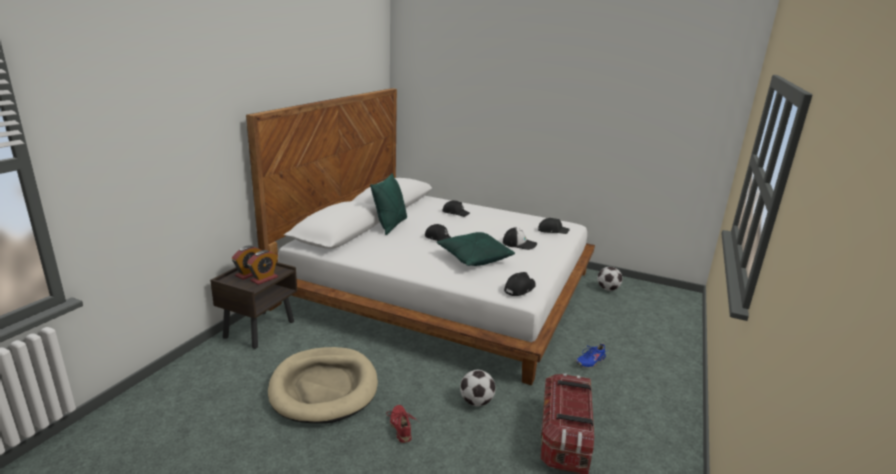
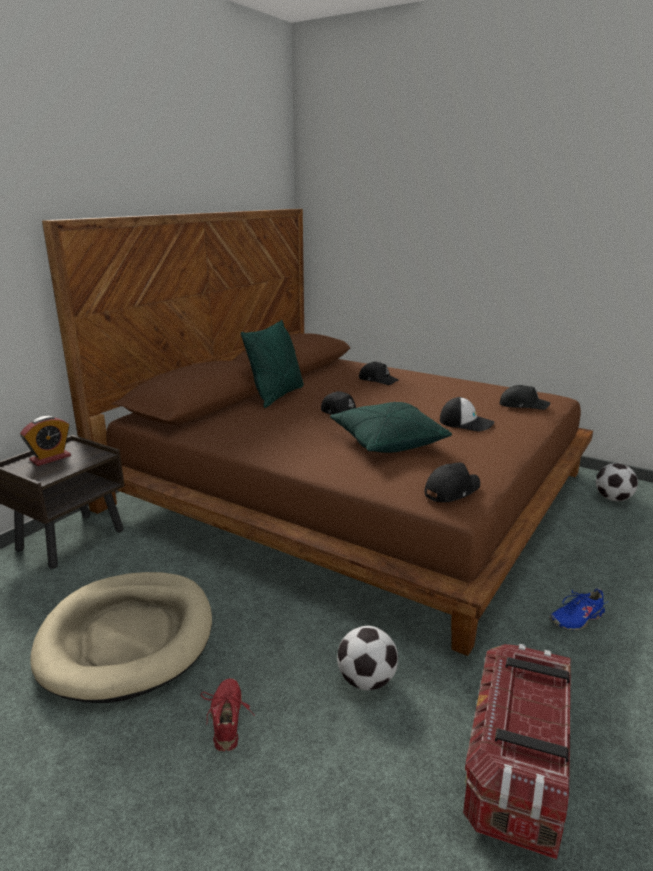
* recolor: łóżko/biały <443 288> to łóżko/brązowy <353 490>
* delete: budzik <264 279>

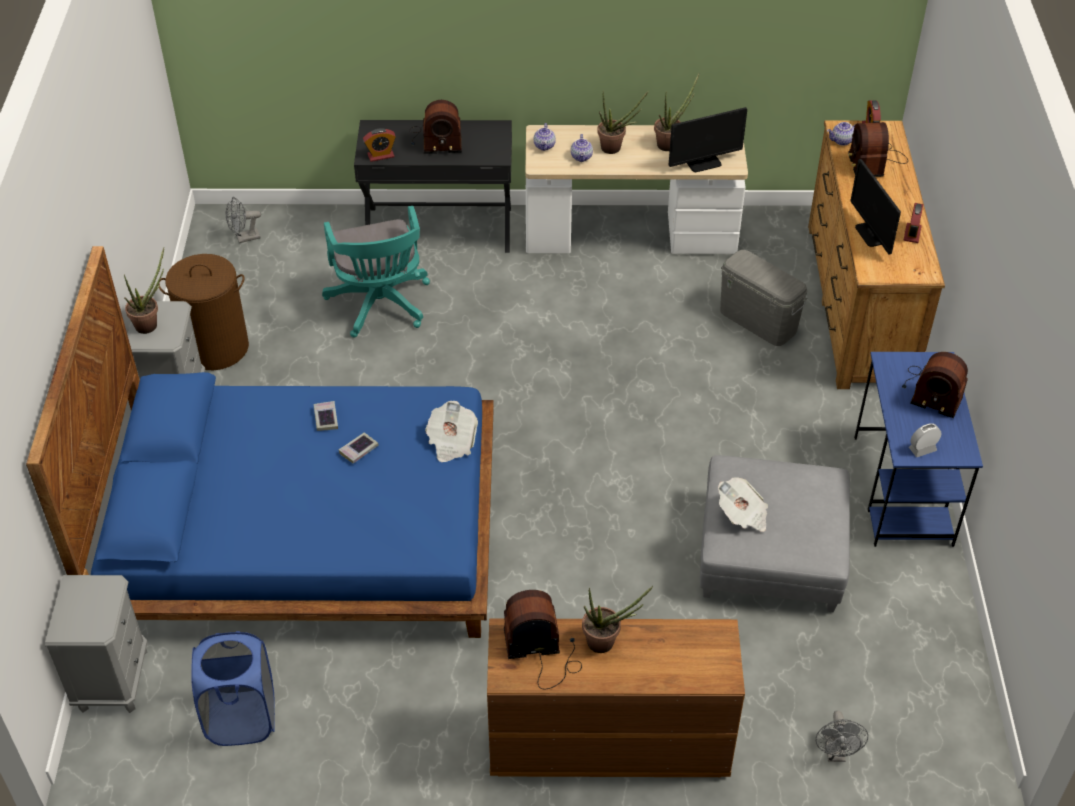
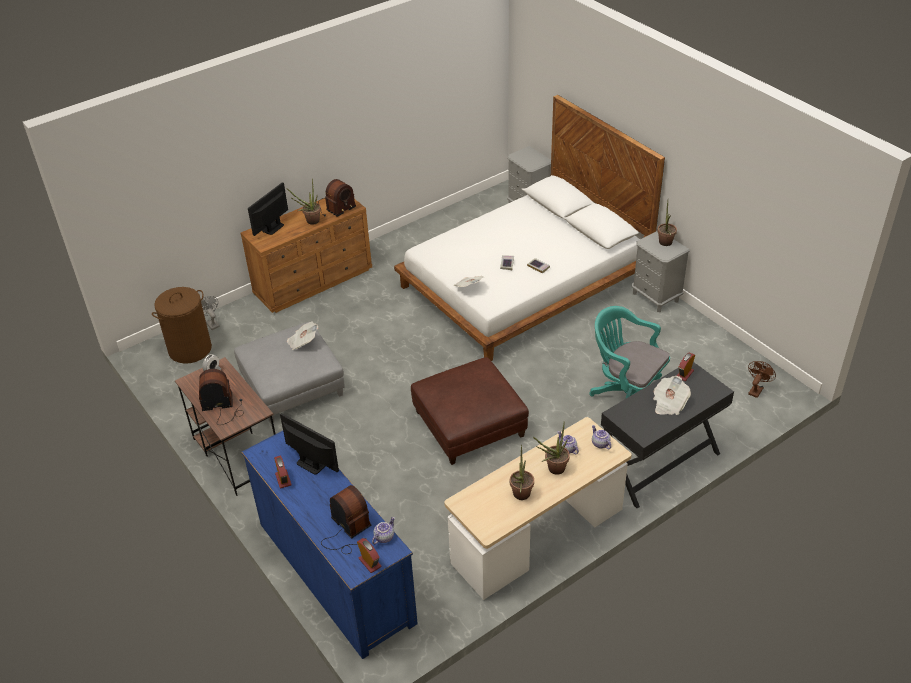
* replace: radio <435 140> to gazeta <669 403>
* move: monitor <703 163> to <273 228>
* recolor: komoda/brązowy <859 304> to komoda/niebieski <335 572>
* recolor: wentylator/szary <244 238> to wentylator/brązowy <756 389>
* recolor: łóżko/niebieski <304 529> to łóżko/biały <523 283>
* delete: pojemnik do przechowywania/szary <758 320>
* move: kosz na pranie/brązowy <215 348> to <190 349>
* recolor: biurko/niebieski <903 491> to biurko/brązowy <237 454>
* delete: kosz na pranie/niebieski <241 718>
* insert: pufa/brązowy <469 424>

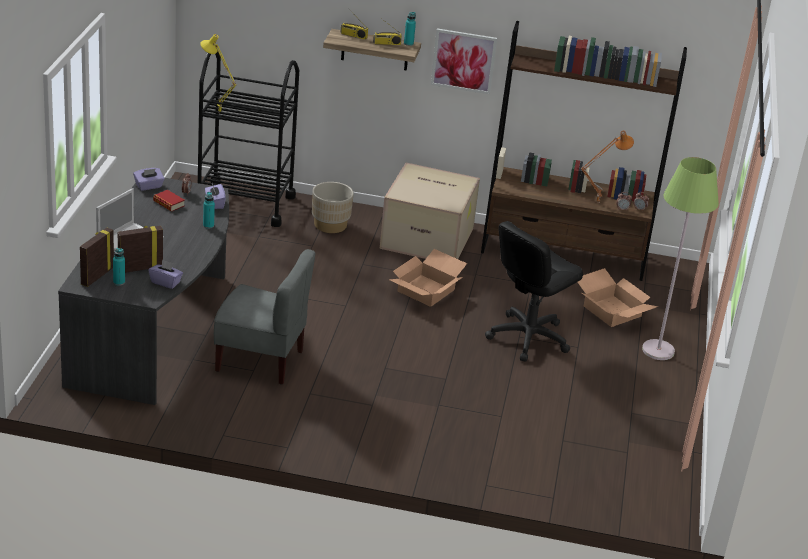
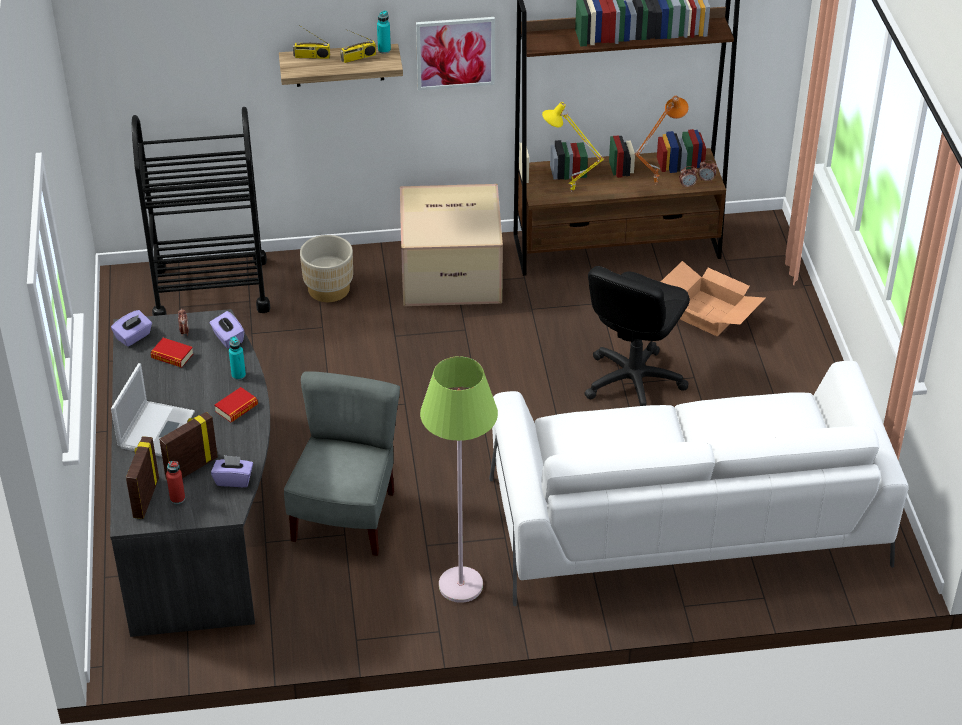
* move: lampa stołowa/żółty <218 113> to <570 192>
* move: lampa stojąca/zielony <658 350> to <460 585>
* recolor: butelka/turkusowy <119 282> to butelka/czerwony <177 498>
* rotate: krzesło/szary <260 360> = <346 517> 75 degrees counterclockwise
* delete: karton <425 290>
* insert: kanapa/biały <686 521>
* insert: książka <236 408>

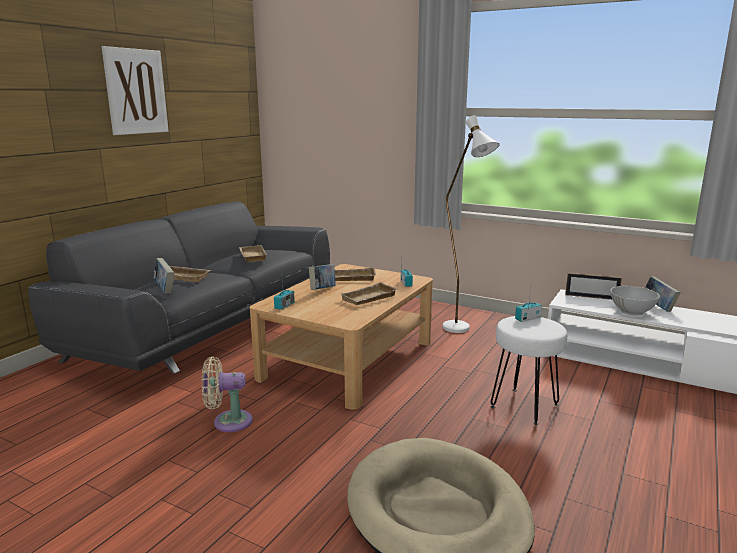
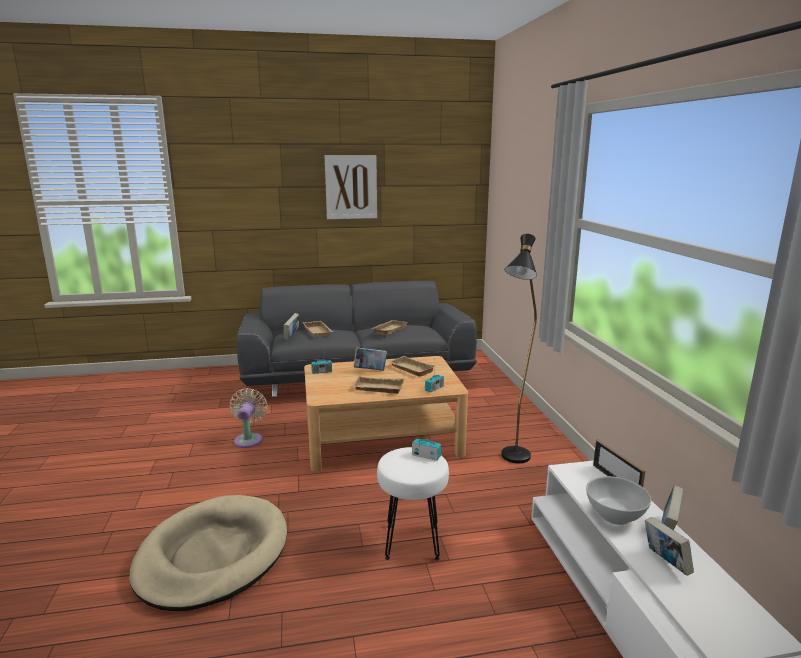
* recolor: lampa stojąca/biały <462 331> to lampa stojąca/czarny <513 461>
* rotate: wentylator/beżowy <228 422> = <249 439> 45 degrees clockwise
* insert: książka <665 563>

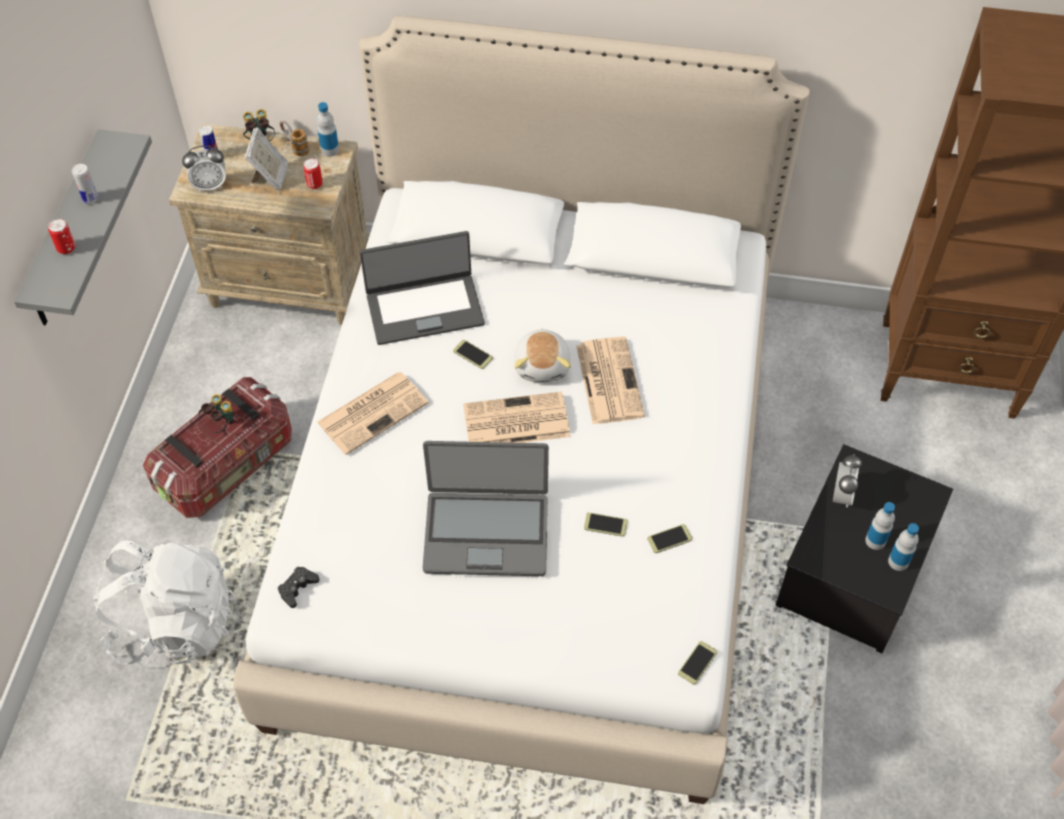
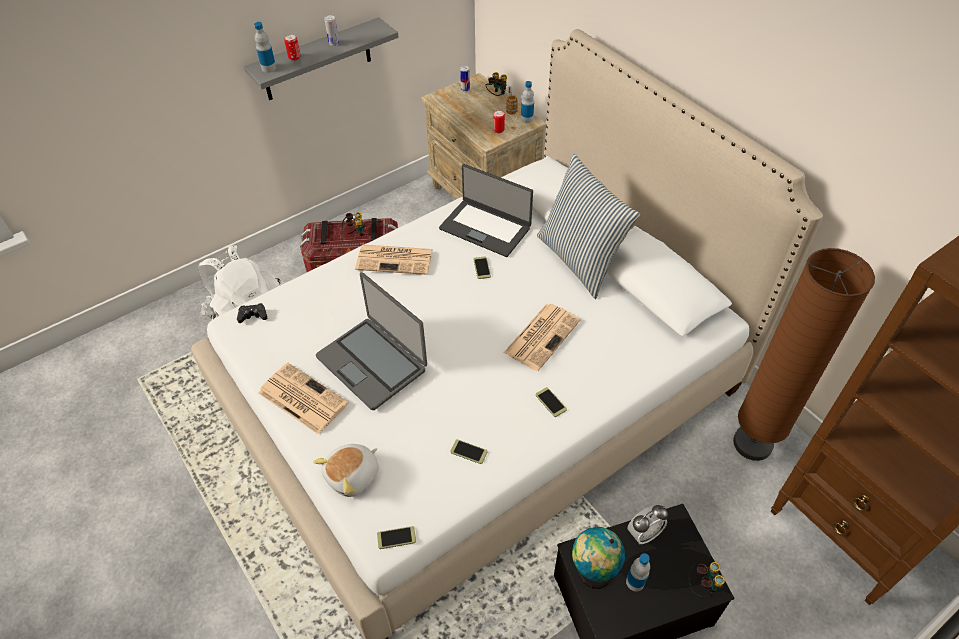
* delete: ramka na zdjęcie <270 177>
* delete: budzik <210 185>
* move: pluszak <543 365> to <353 476>
* move: gazeta <514 422> to <301 398>
* move: telefon <605 525> to <551 402>
* move: butelka <898 561> to <269 68>
* insert: poduszka <580 260>
* insert: lampa stojąca/brązowy <752 444>
* insert: globus <592 573>
* insert: lornetka <702 586>

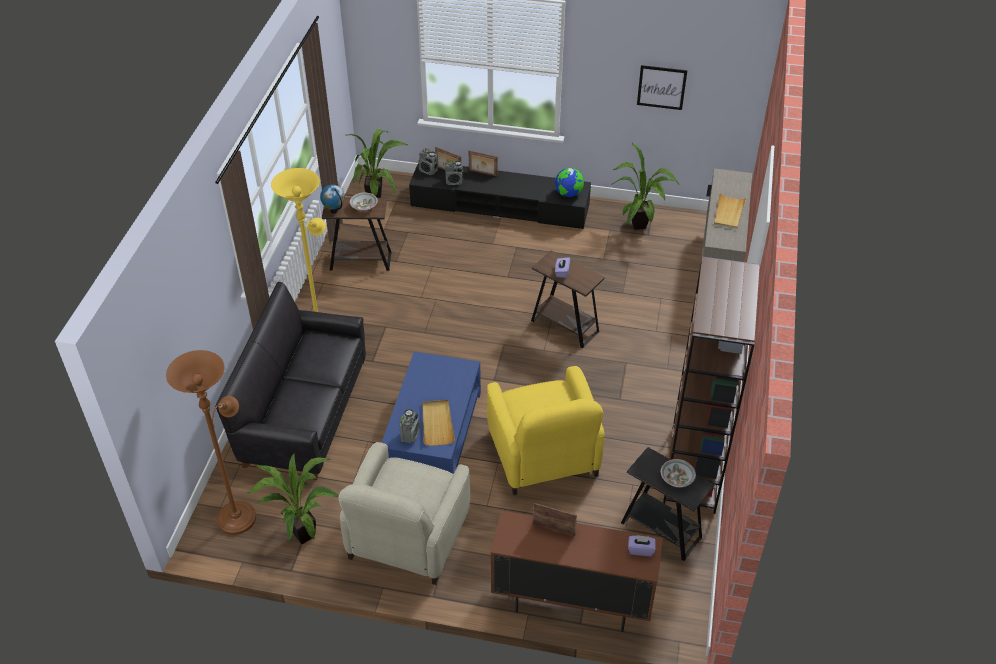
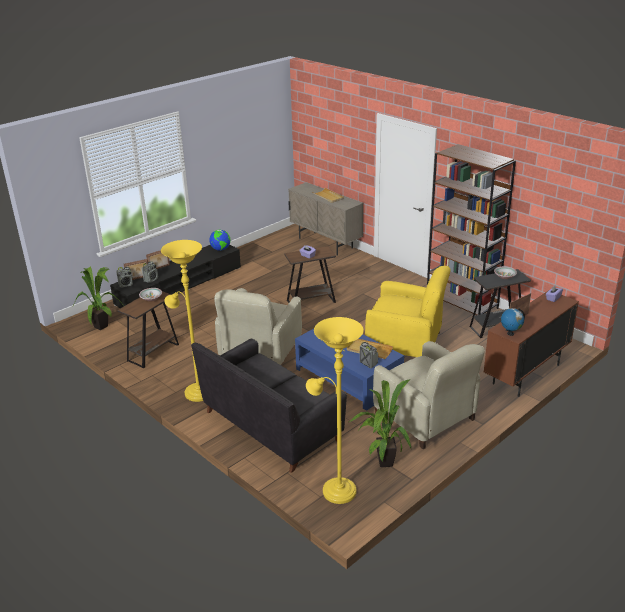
* delete: obraz <661 87>
* delete: roślina doniczkowa <639 228>
* move: globus <334 211> to <510 333>
* recolor: lampa stojąca/brązowy <238 514> to lampa stojąca/żółty <336 489>
* insert: fotel/beżowy <260 351>

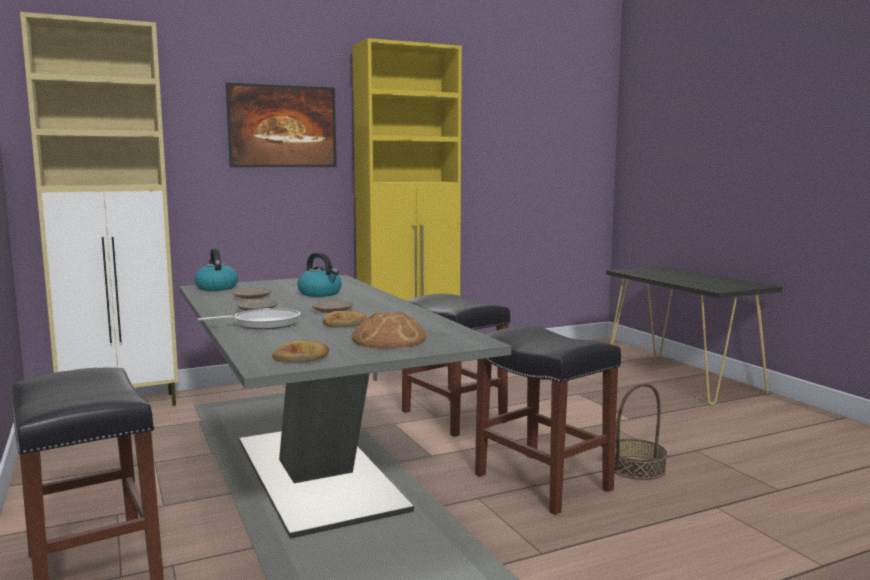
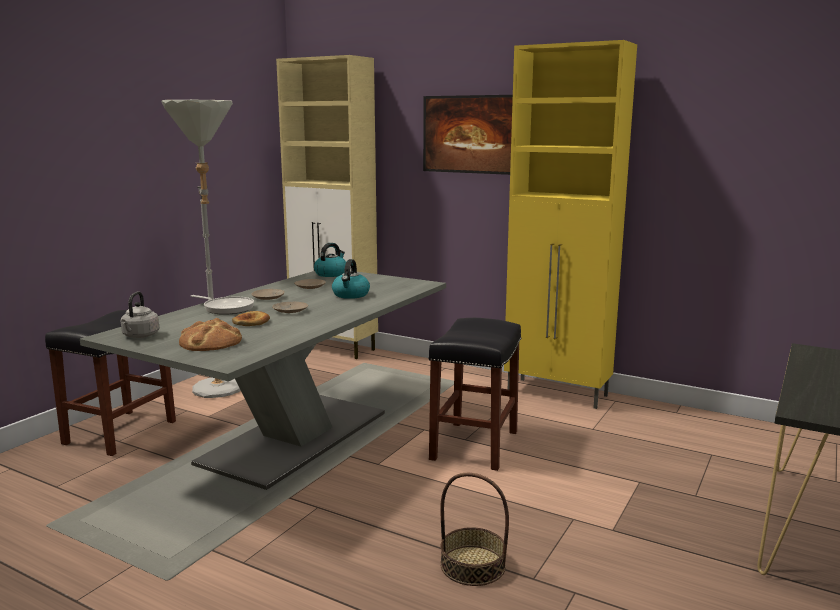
* delete: stołek/czarny <544 482>
* replace: chleb <301 356> to czajnik/szary <140 336>
* insert: lampa stojąca/szary <219 393>

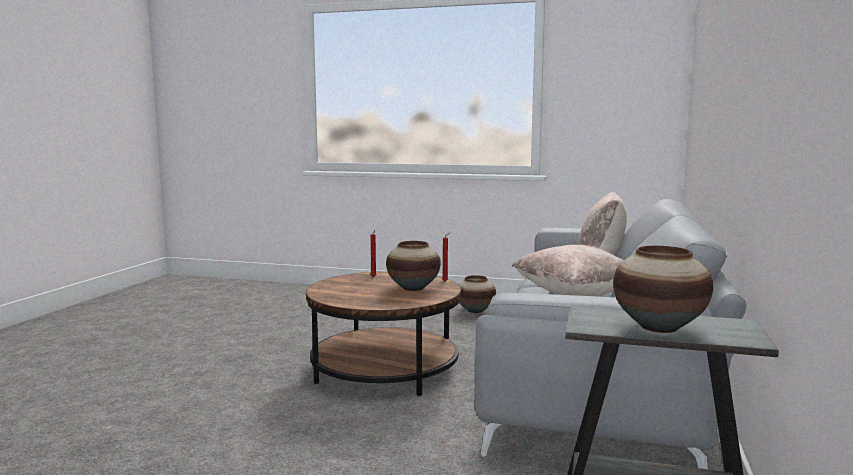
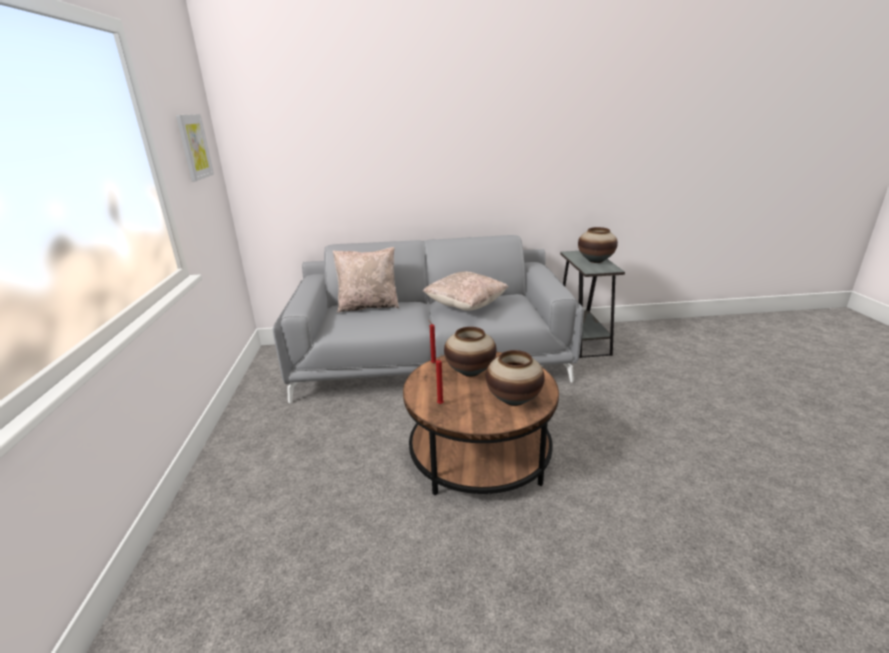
* move: wazon <475 311> to <514 400>
* insert: obraz <193 147>

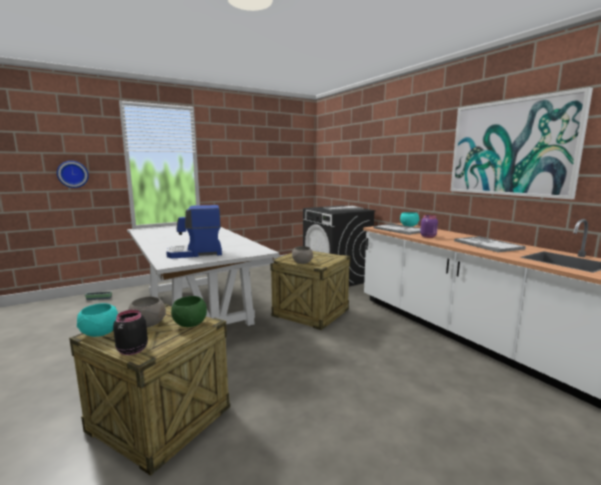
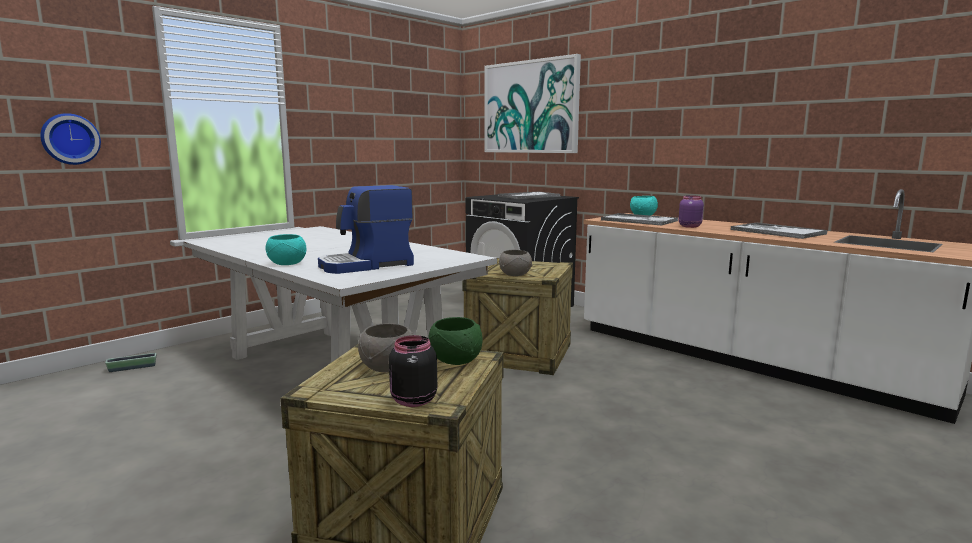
* move: obraz <511 148> to <530 107>
* move: miska/turkusowy <99 333> to <286 264>

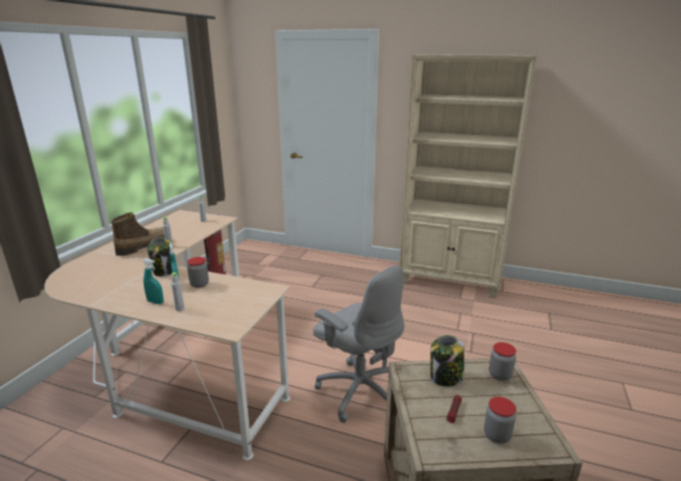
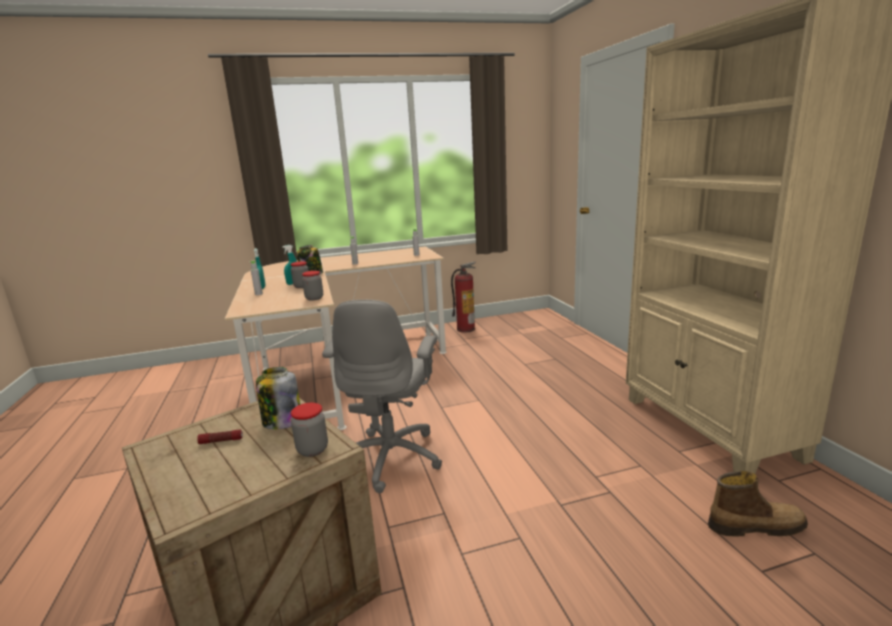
* move: but z cholewką <143 246> to <754 526>
* move: słoik <497 435> to <314 298>

